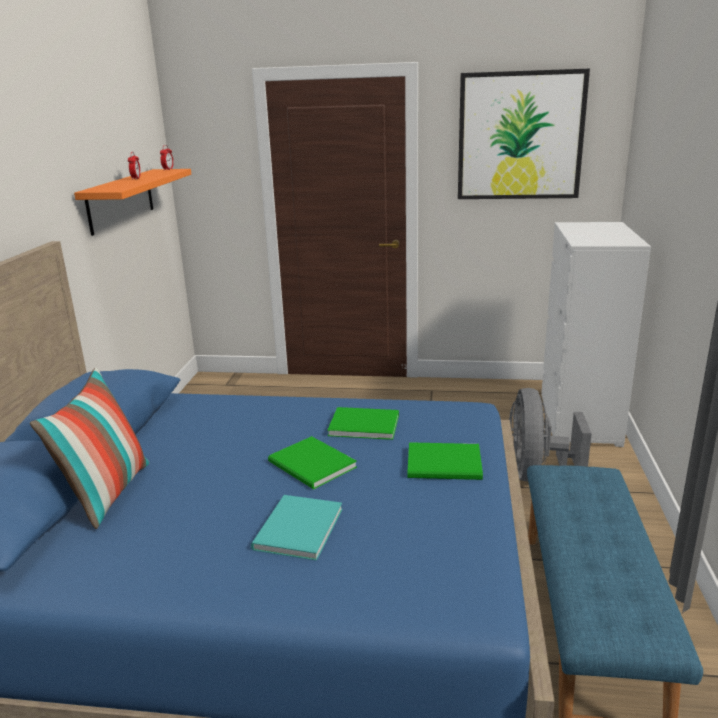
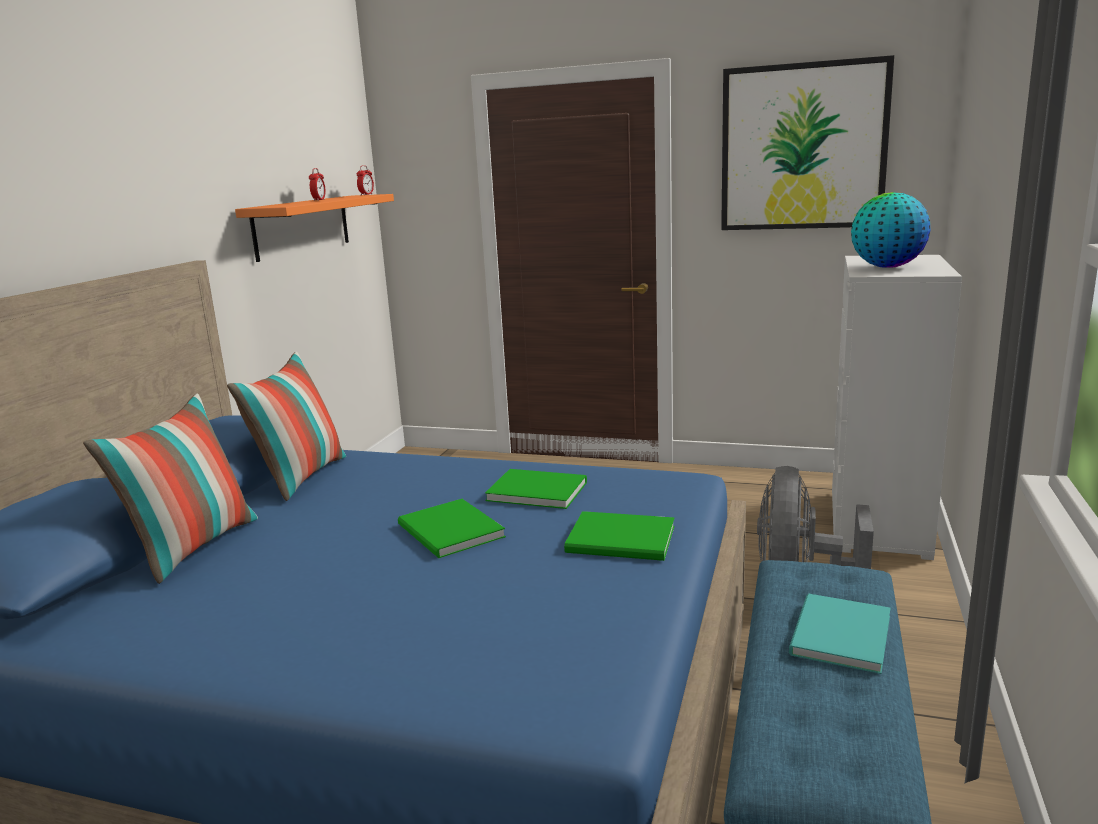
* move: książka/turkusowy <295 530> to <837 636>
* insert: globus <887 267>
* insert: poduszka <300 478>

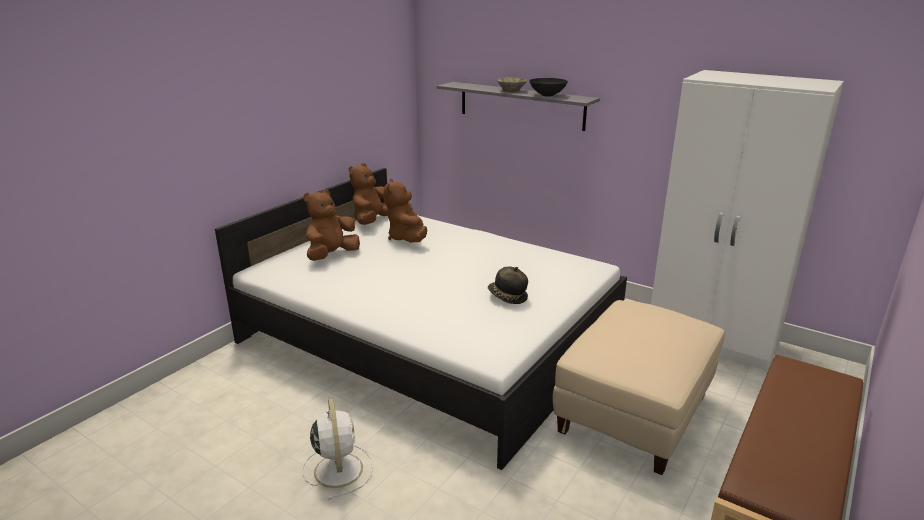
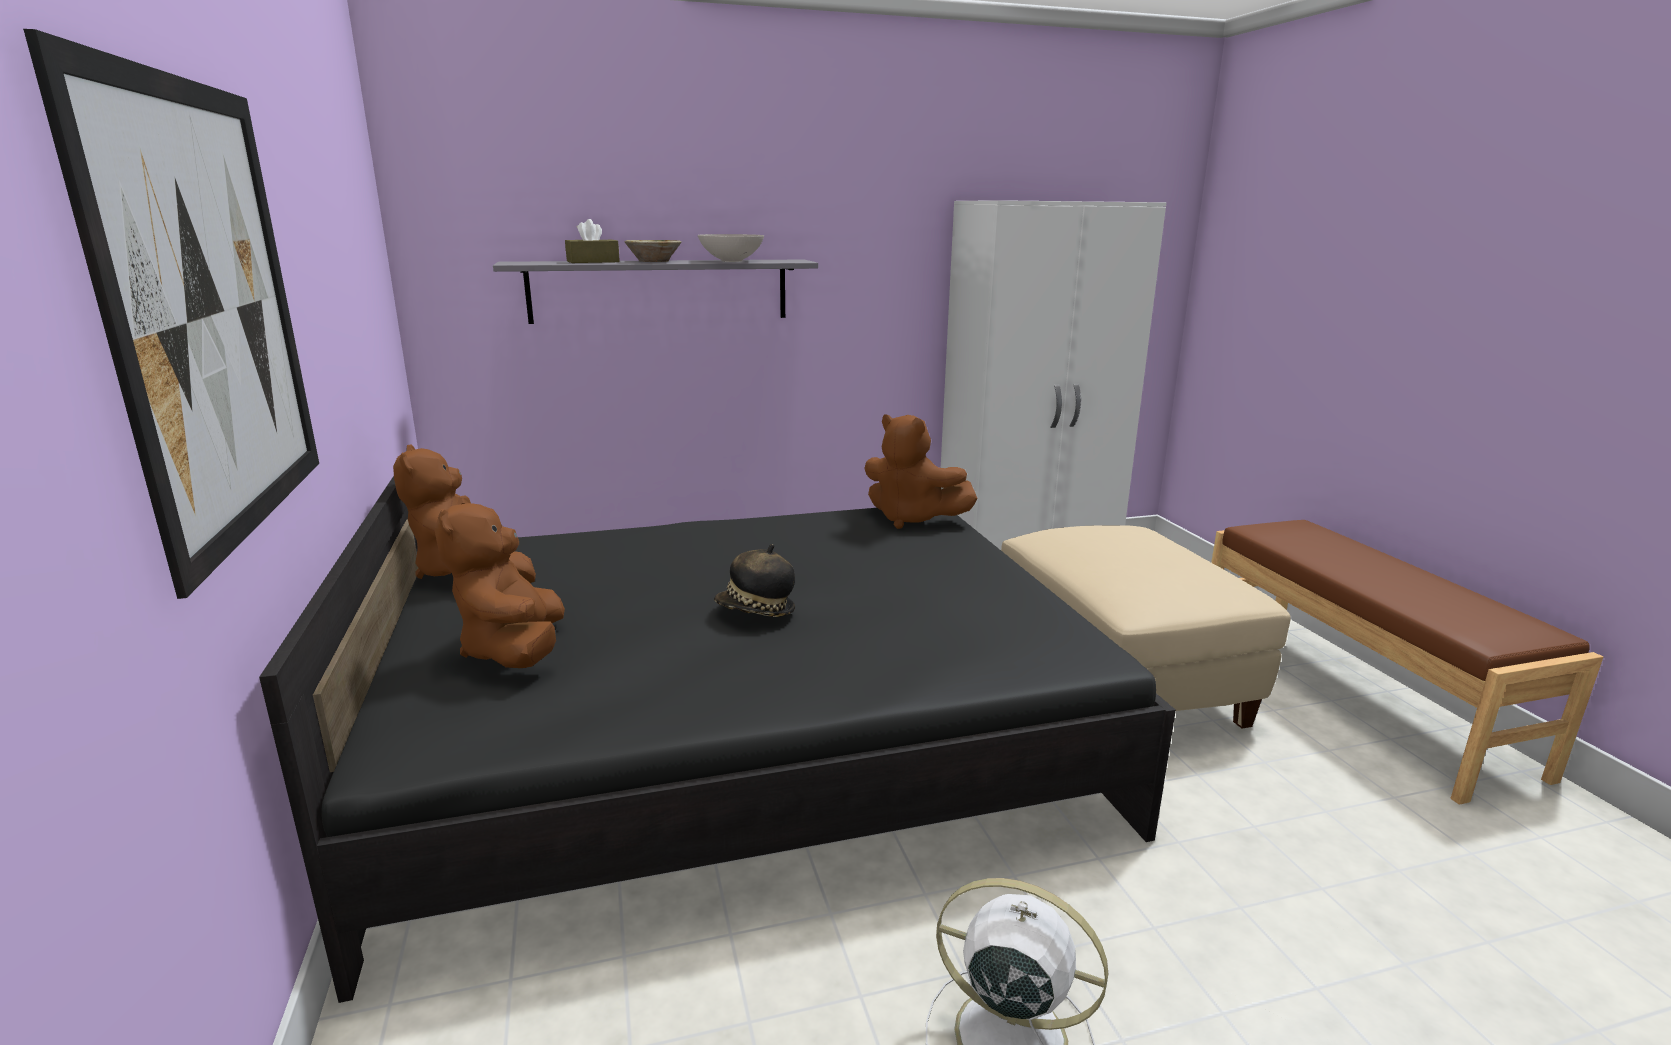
* recolor: miska/czarny <547 95> to miska/biały <732 261>
* recolor: łóżko/biały <429 337> to łóżko/czarny <740 739>
* move: pluszak/brązowy <407 238> to <912 519>
* move: kapelusz <507 297> to <756 611>
* insert: obraz <213 313>
* insert: pudełko chusteczek/brązowy <593 262>

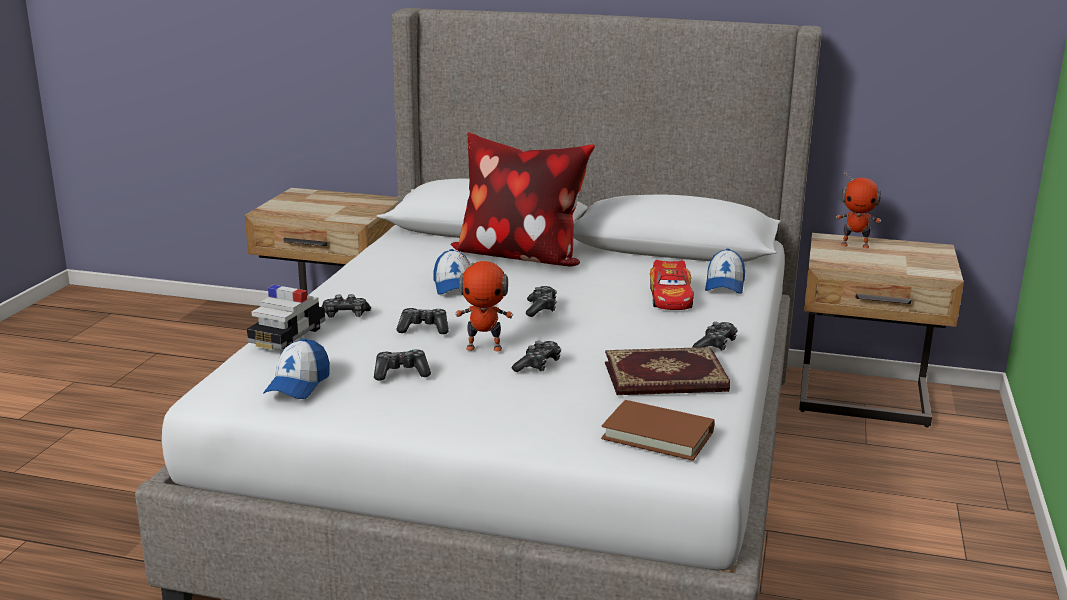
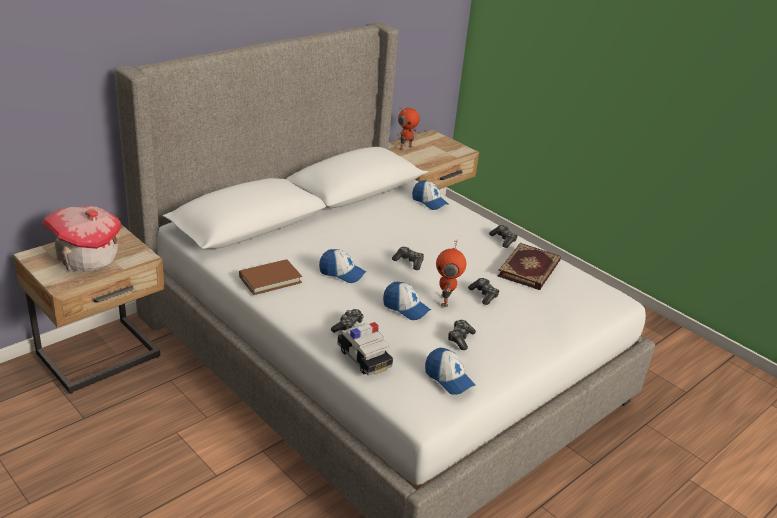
* delete: poduszka <519 257>
* rotate: robot zabawkowy <484 347> = <446 300> 150 degrees clockwise
* delete: samochodzik <671 297>
* replace: pad do gier <424 329> to czapka z daszkiem <406 308>
* move: książka/brązowy <658 435> to <270 279>
* insert: domek <87 258>

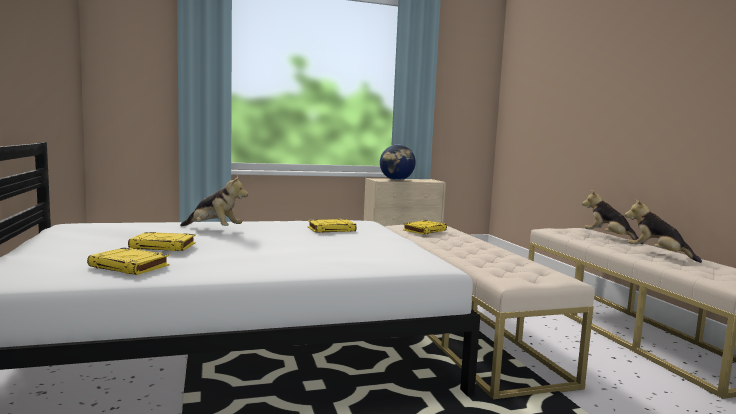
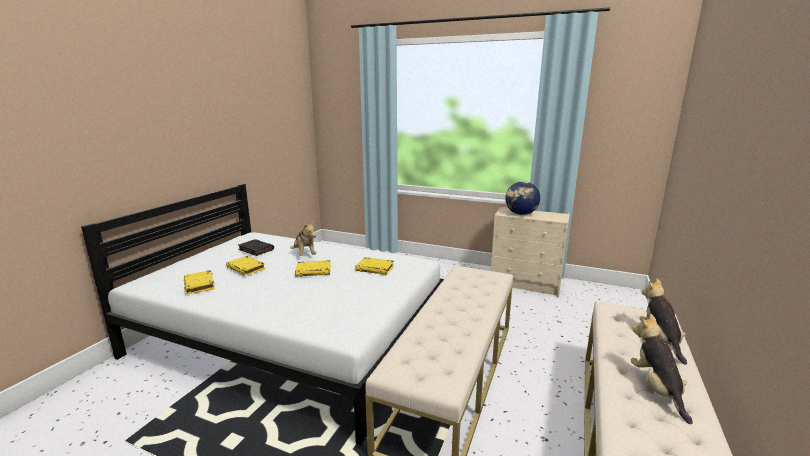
* move: książka/żółty <424 230> to <314 271>
* insert: książka/czarny <255 249>

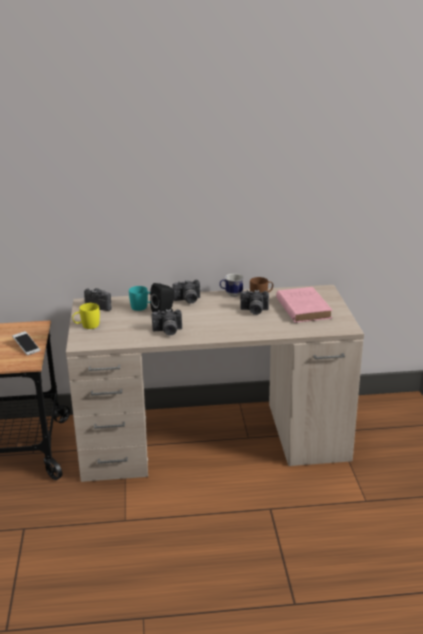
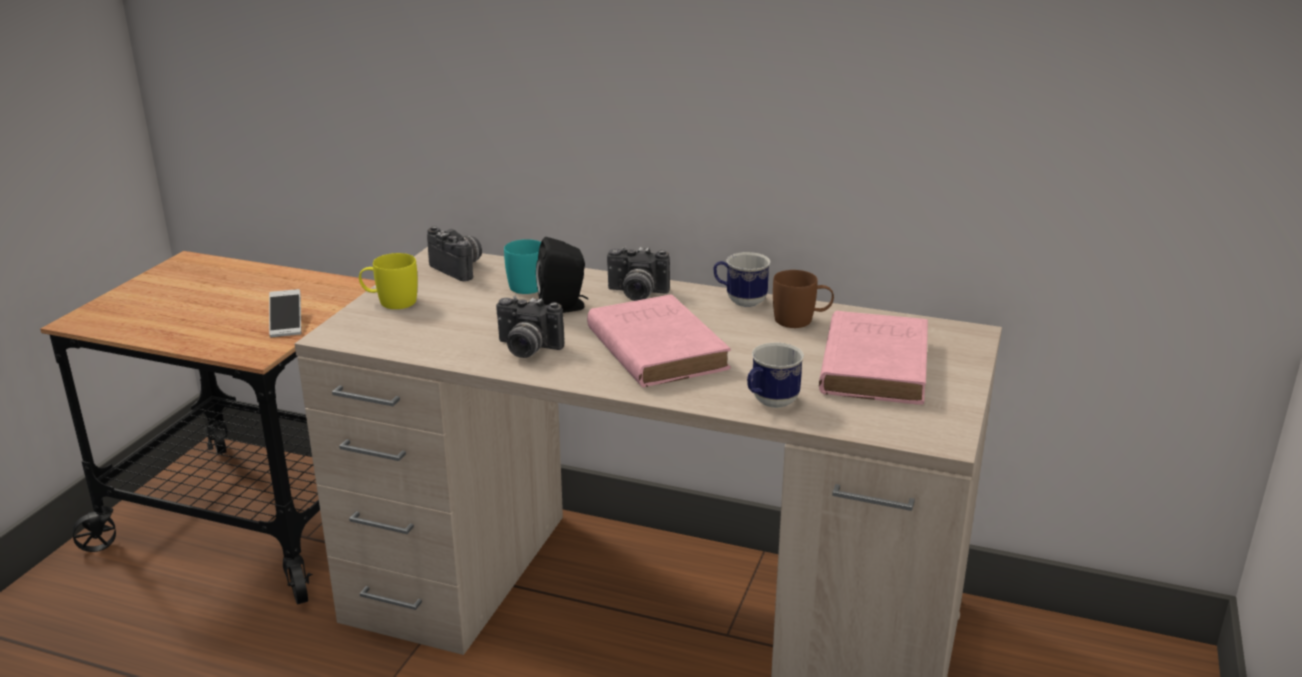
* delete: aparat fotograficzny <254 311>
* insert: książka/różowy <655 347>
* insert: kubek <770 403>

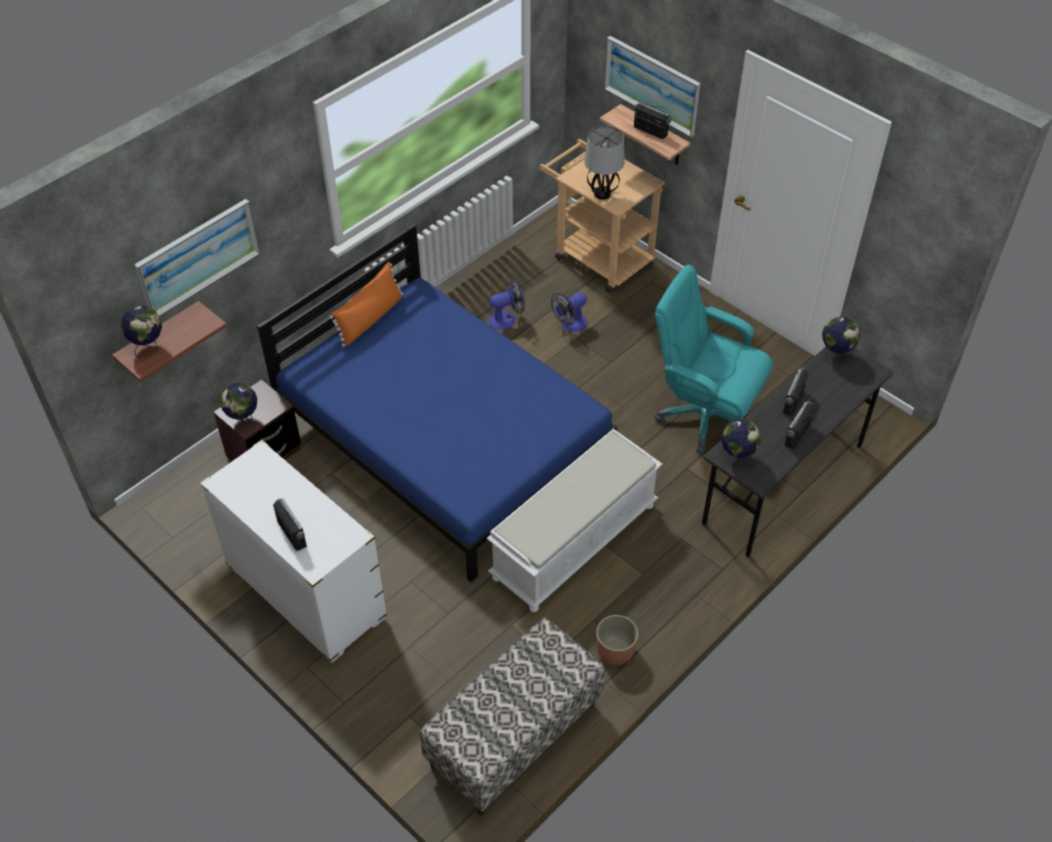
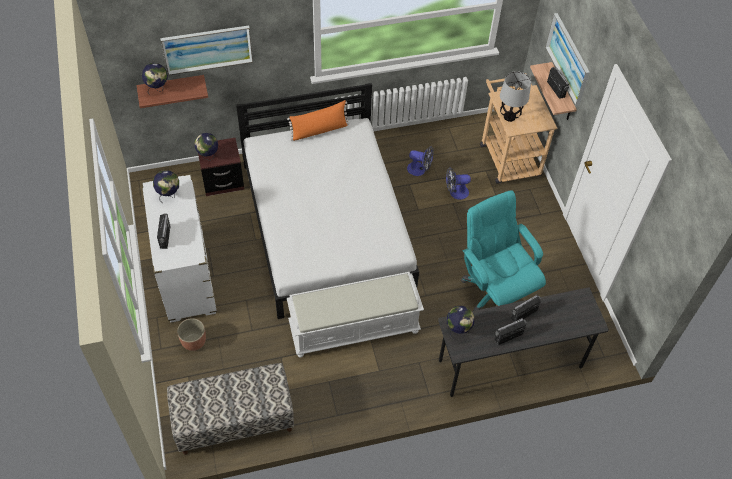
* recolor: łóżko/niebieski <444 440> to łóżko/biały <326 226>
* move: globus <835 354> to <169 195>
* move: donica <615 651> to <193 341>

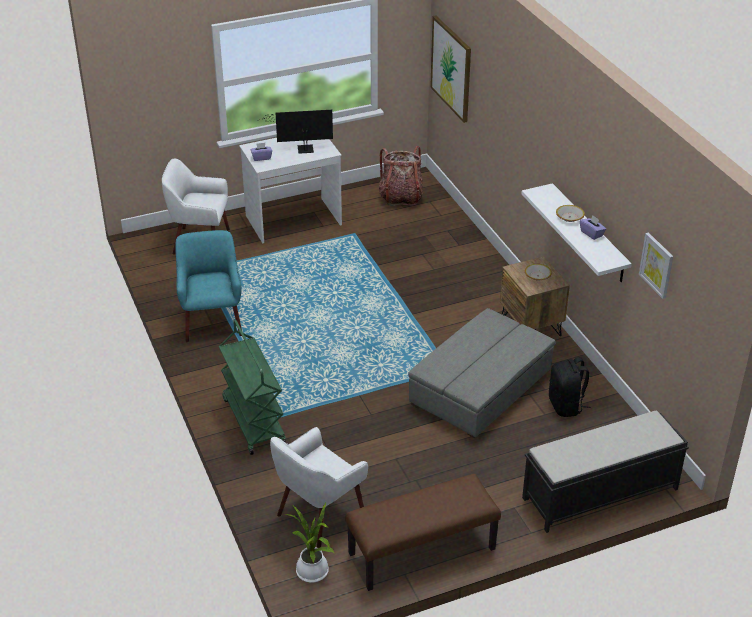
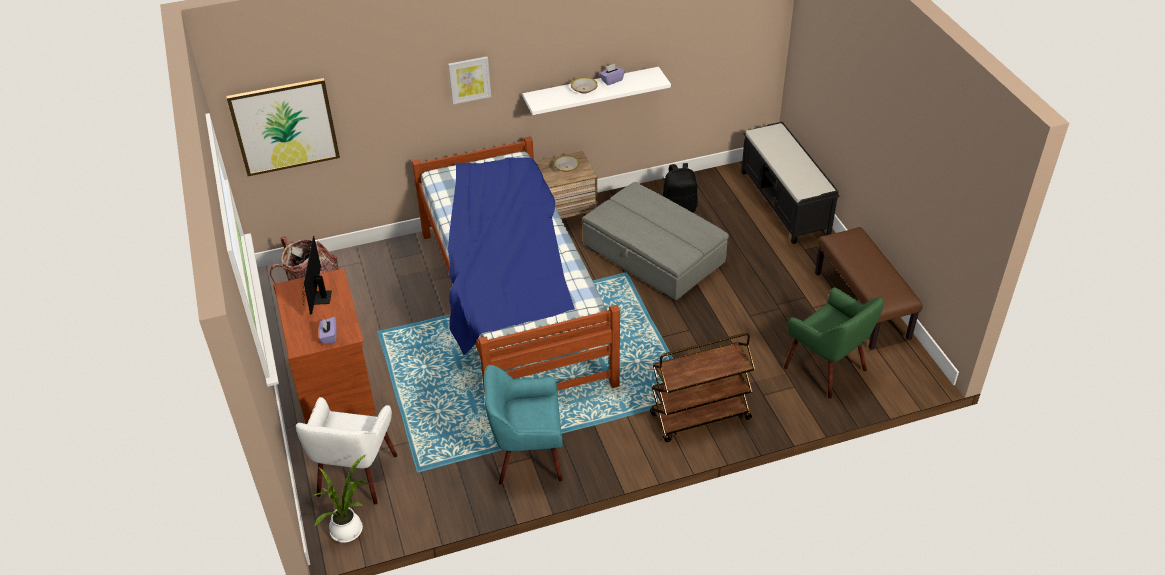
* recolor: biurko/biały <293 221> to biurko/brązowy <334 384>
* move: obraz <657 265> to <469 79>
* recolor: wózek/zielony <253 421> to wózek/brązowy <699 417>
* recolor: fotel/biały <319 515> to fotel/zielony <826 368>
* move: roślina doniczkowa <313 573> to <349 529>
* insert: łóżko <512 306>

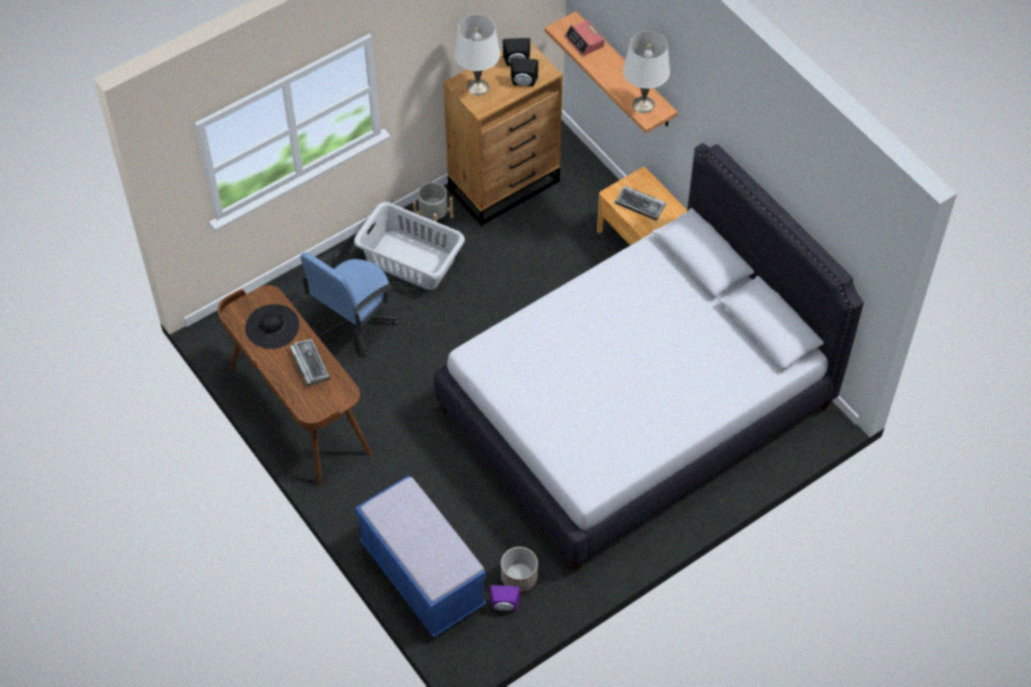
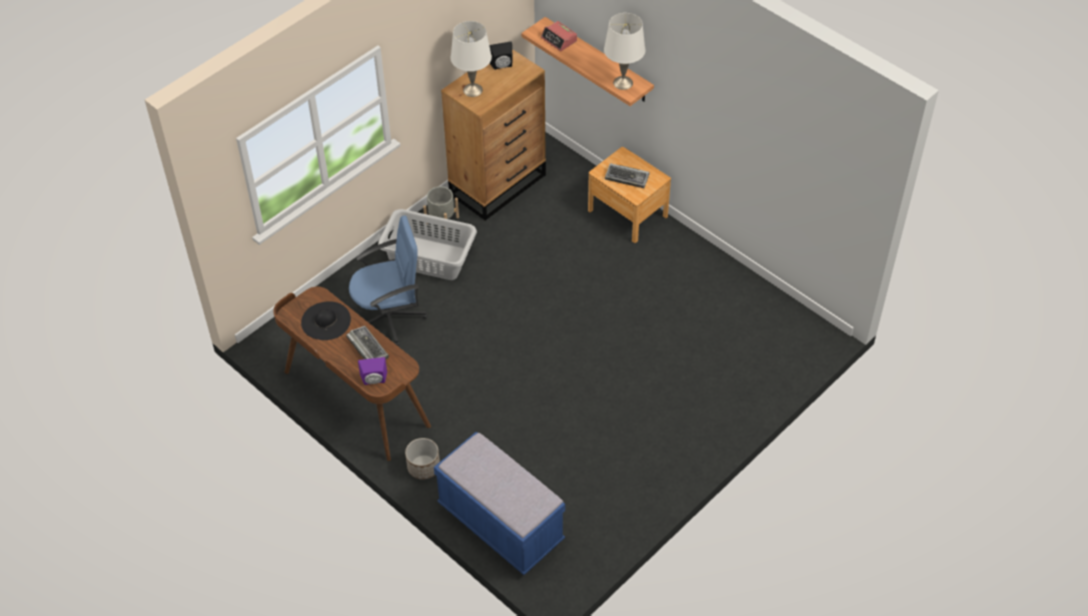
* delete: głośnik/czarny <523 83>
* delete: łóżko/biały <635 406>
* rotate: krzesło biurowe/niebieski <354 323> = <389 317> 135 degrees counterclockwise
* move: donica <519 577> to <423 467>
* move: głośnik/fioletowy <504 606> to <374 381>

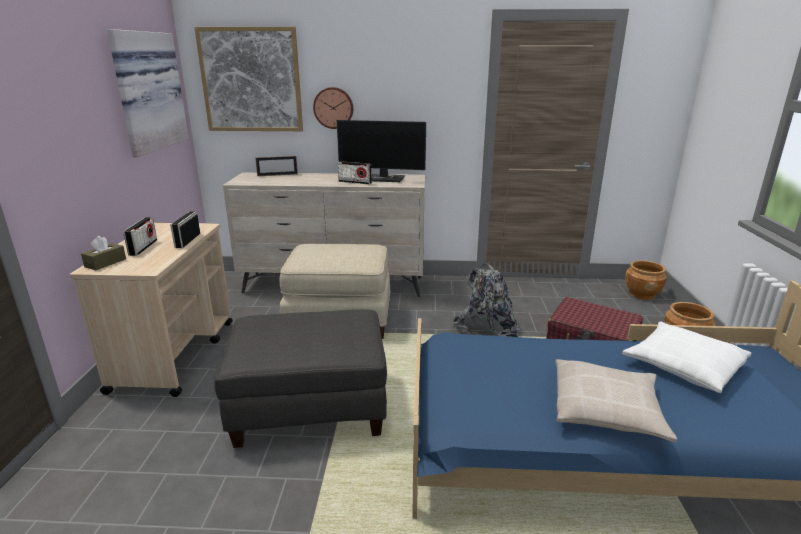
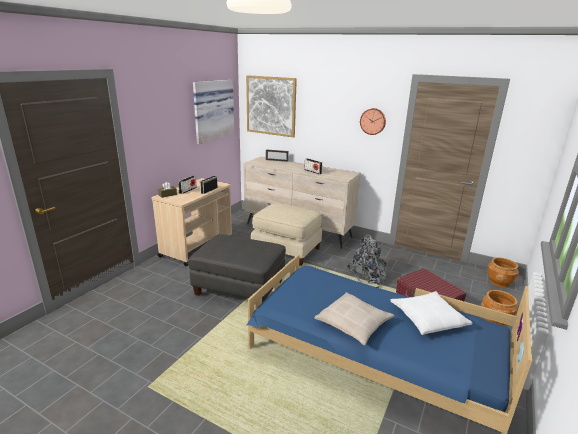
* move: zegar ścienny <333 108> to <373 121>
* delete: monitor <384 178>

